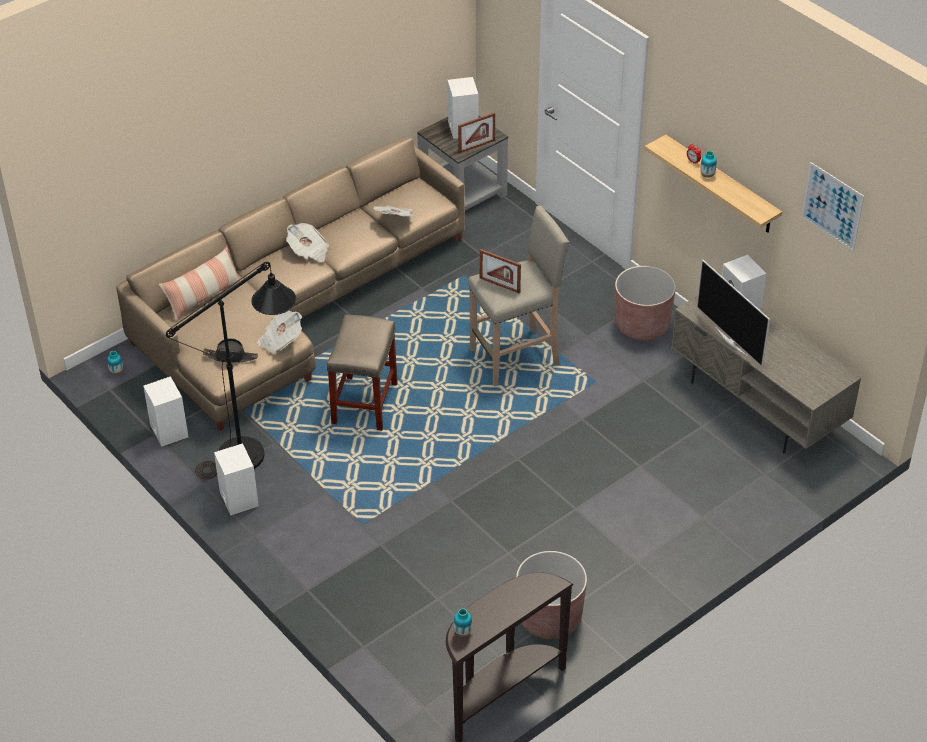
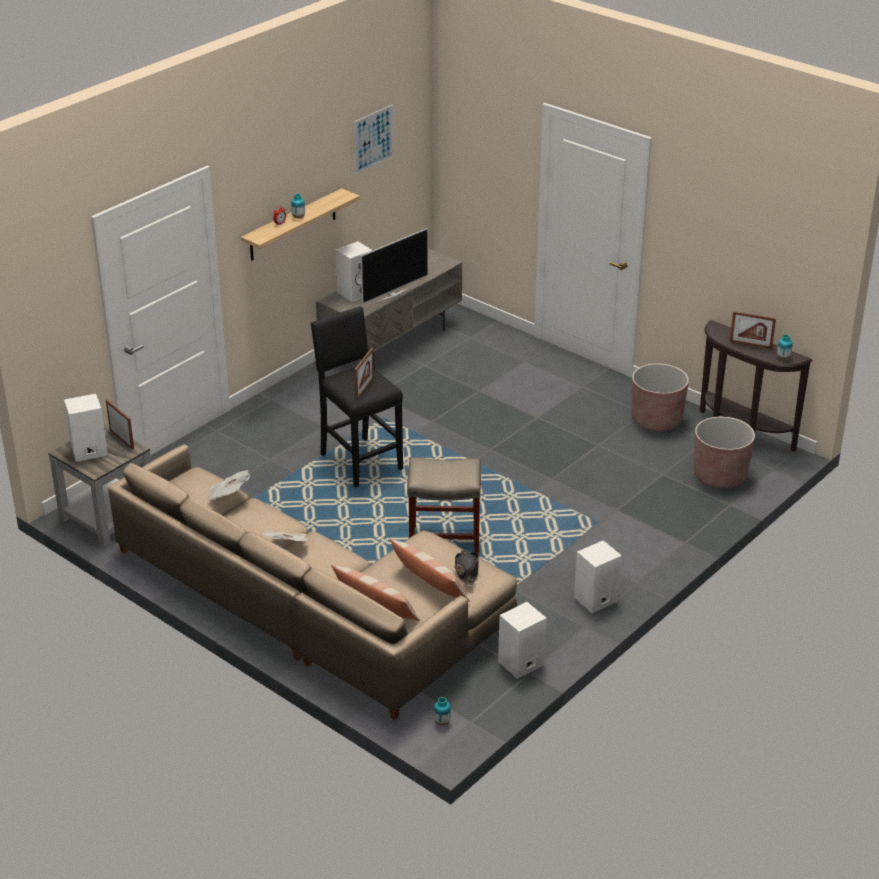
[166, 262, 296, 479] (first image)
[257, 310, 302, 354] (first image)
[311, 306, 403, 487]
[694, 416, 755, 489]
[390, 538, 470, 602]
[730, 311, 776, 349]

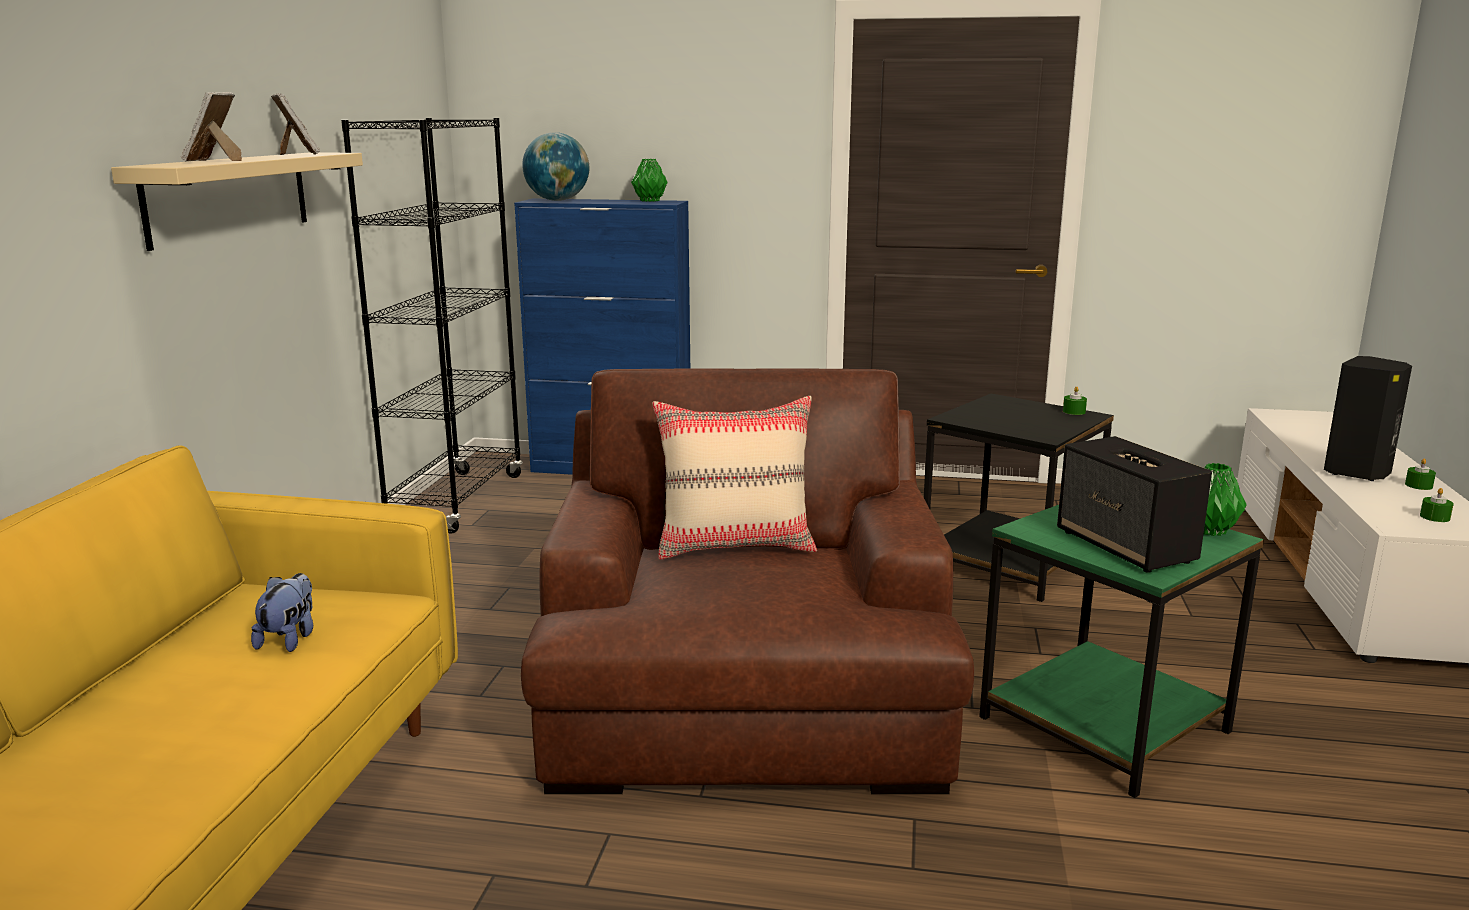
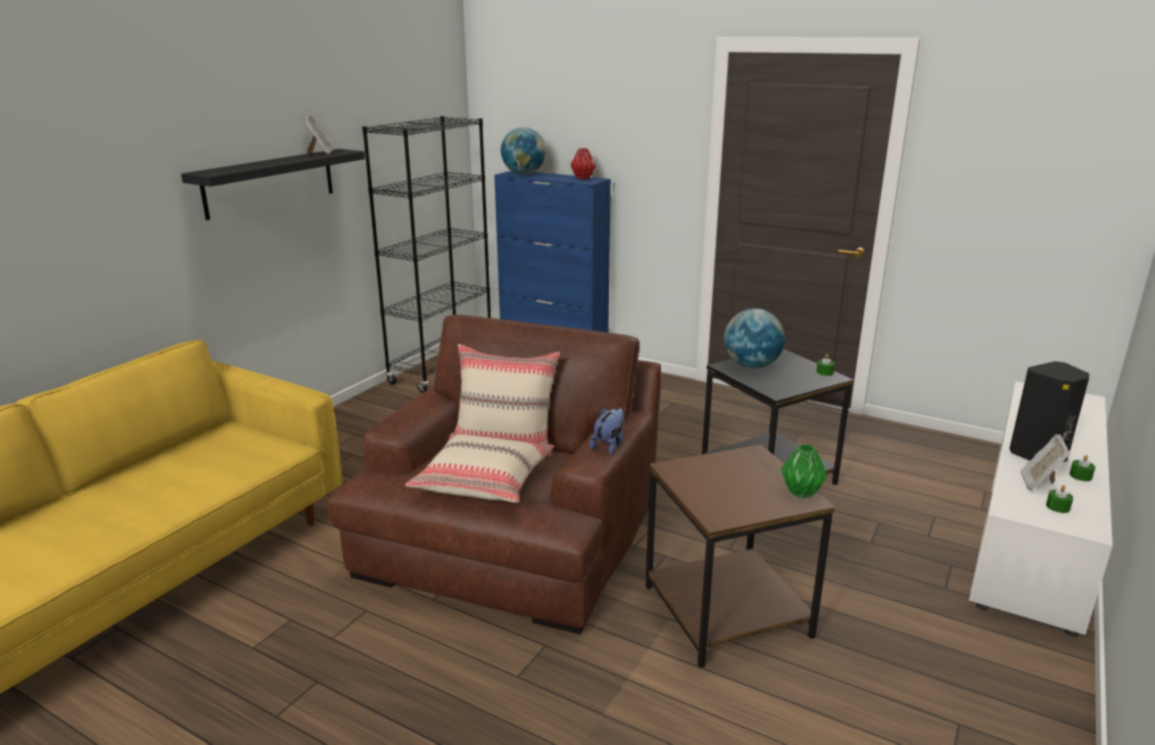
[181, 149, 365, 220]
[1021, 434, 1070, 491]
[589, 407, 625, 455]
[571, 148, 596, 179]
[645, 444, 835, 668]
[1057, 436, 1212, 573] (first image)
[405, 432, 554, 503]
[724, 309, 785, 368]

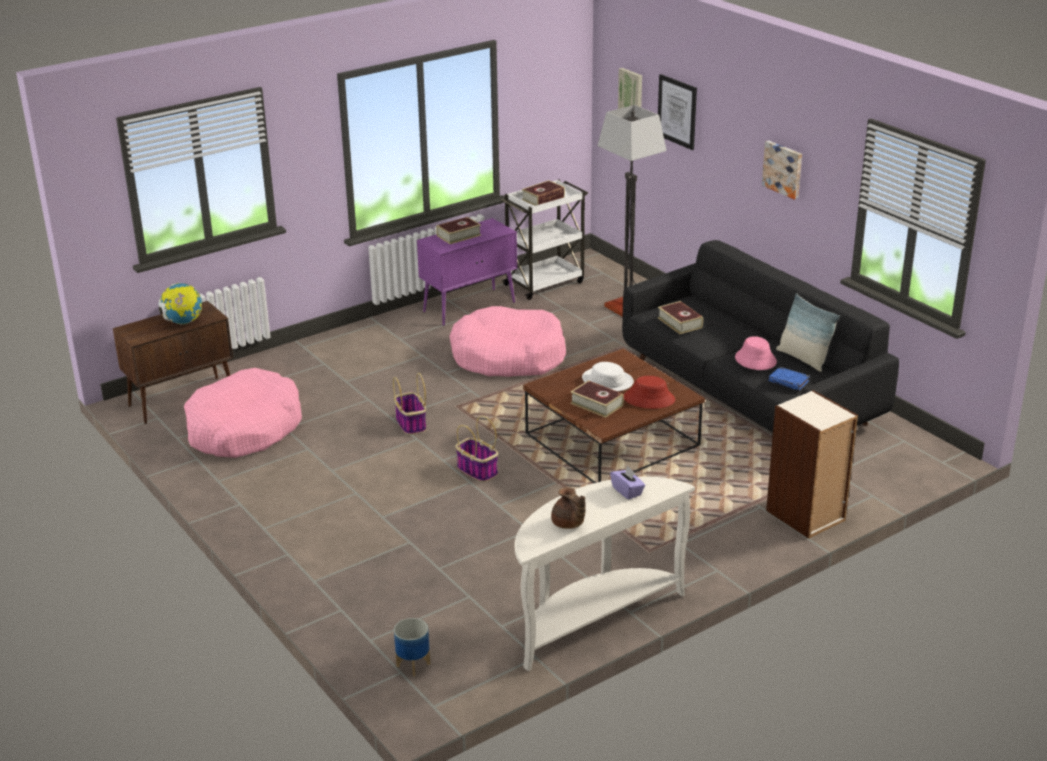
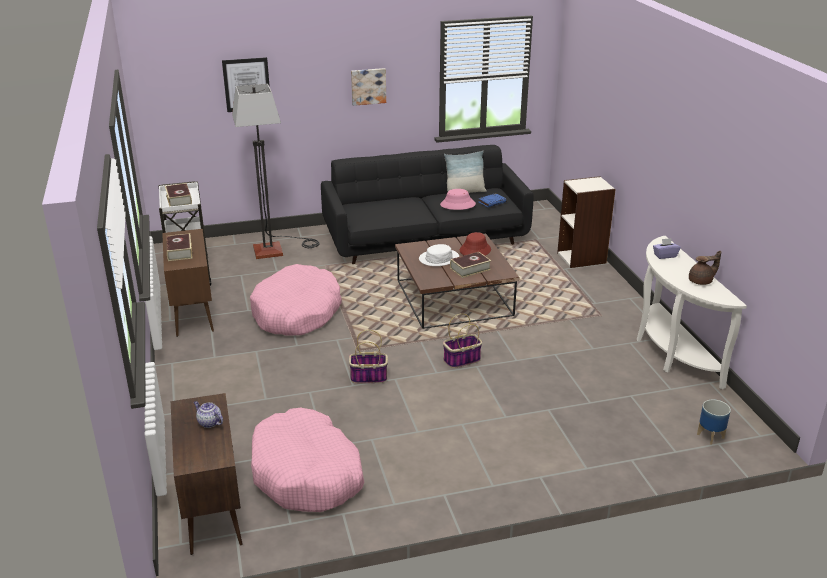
[194, 401, 223, 428]
[162, 229, 214, 337]
[618, 68, 642, 109] (first image)
[658, 301, 703, 334] (first image)

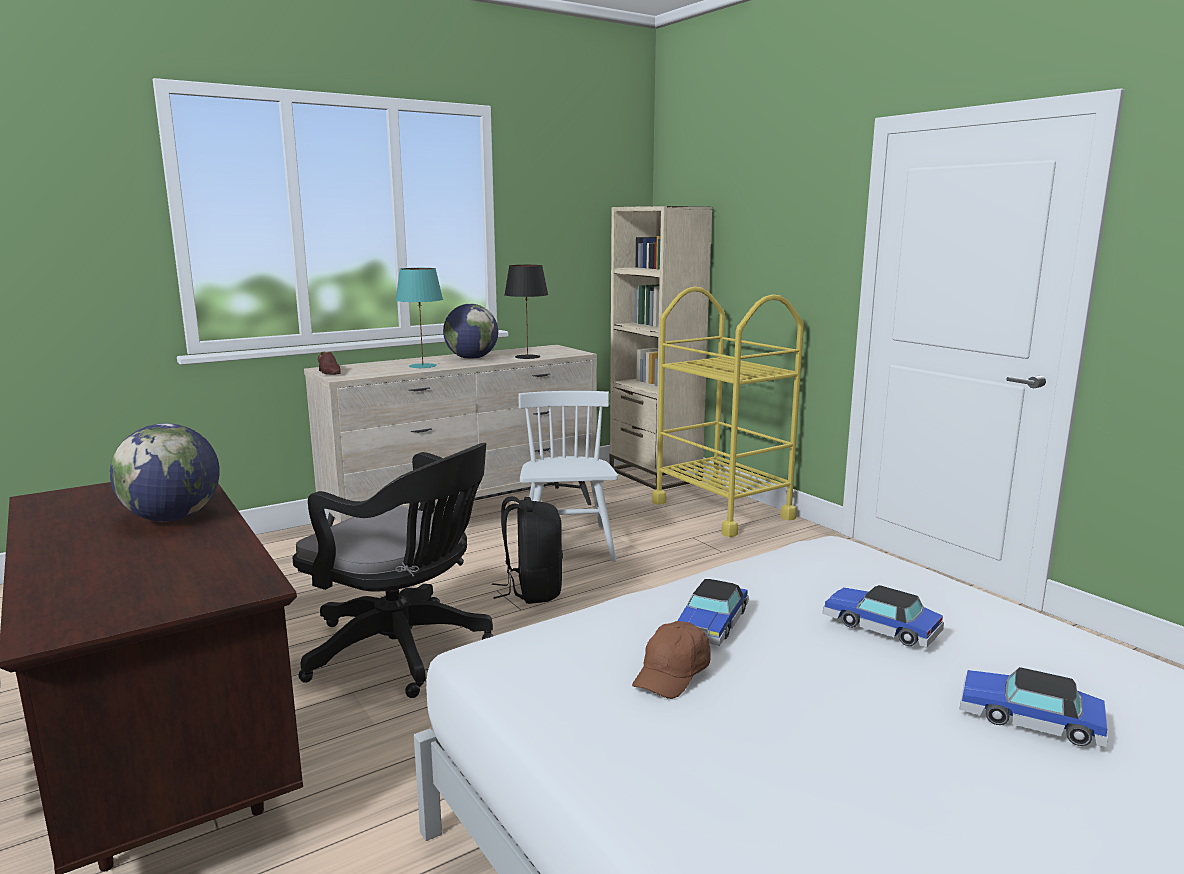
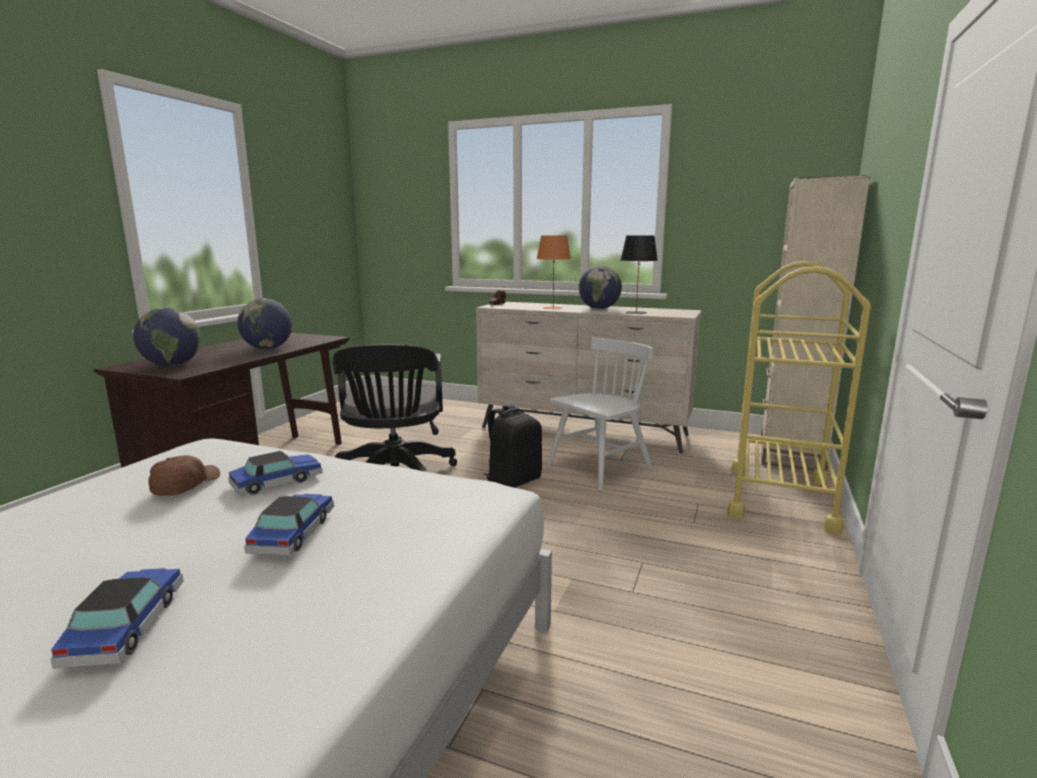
[537, 235, 571, 309]
[149, 455, 220, 496]
[228, 451, 323, 495]
[133, 308, 201, 366]

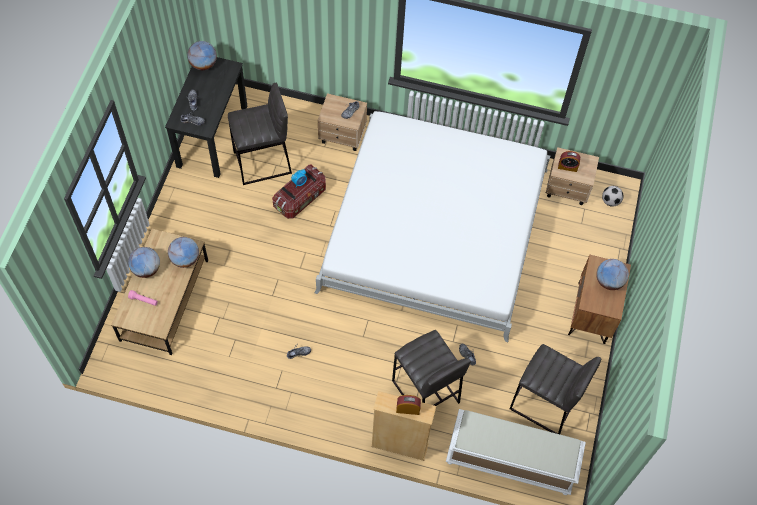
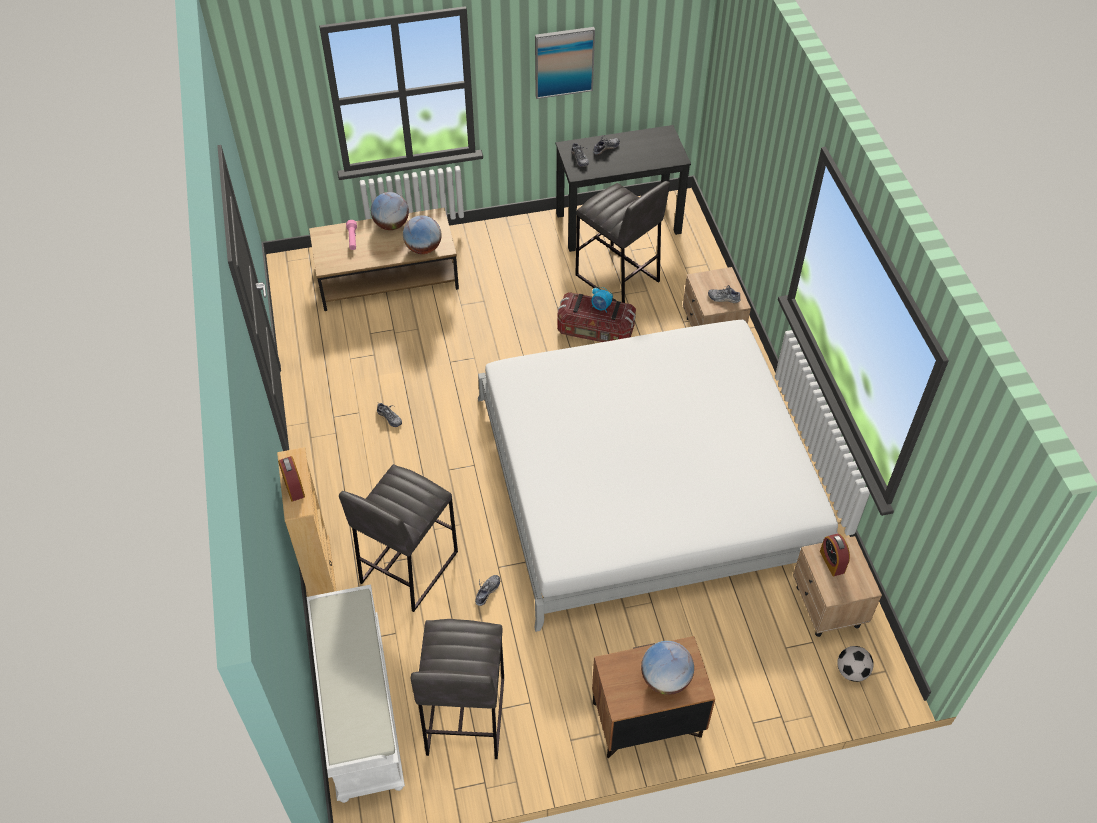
[187, 41, 217, 70] (first image)
[535, 27, 595, 99]

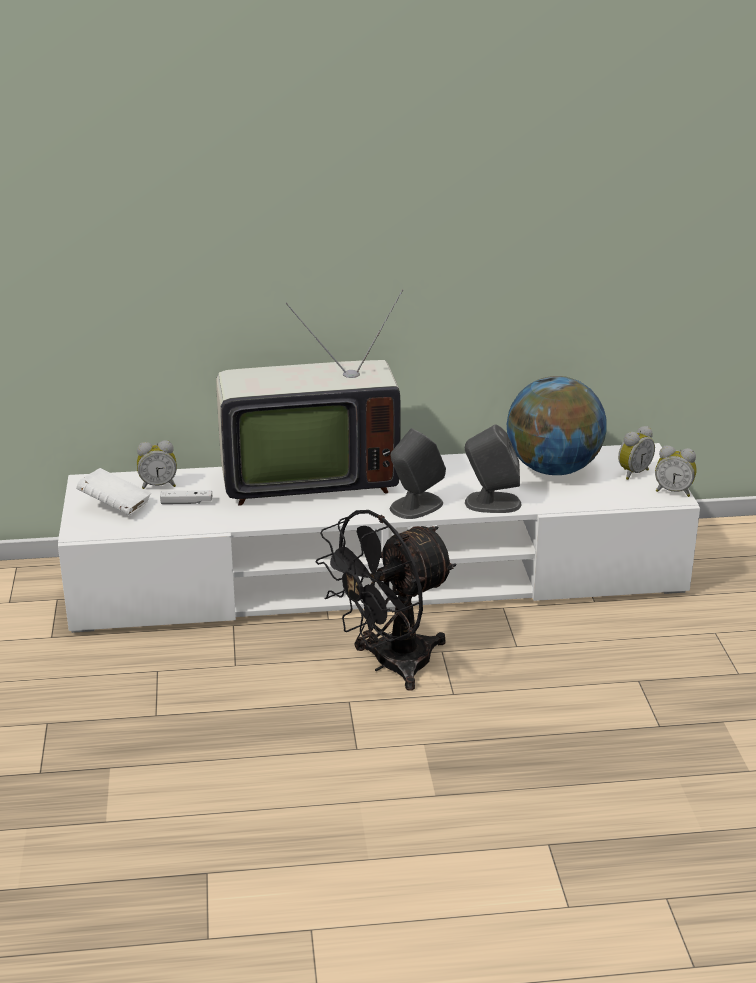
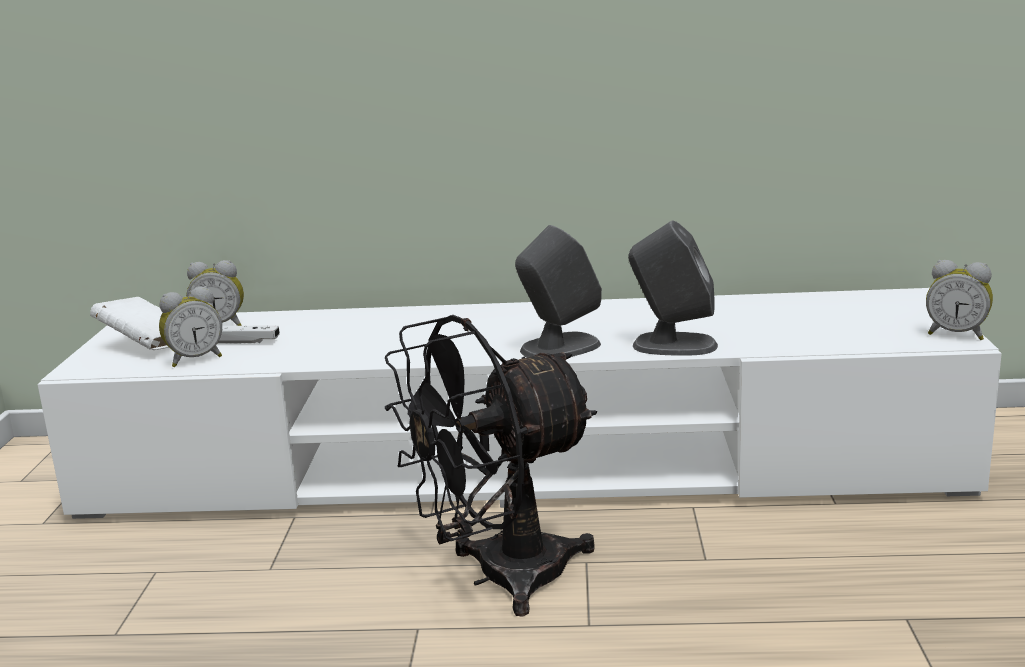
[216, 289, 403, 506] (first image)
[507, 376, 607, 475] (first image)
[159, 286, 222, 367]

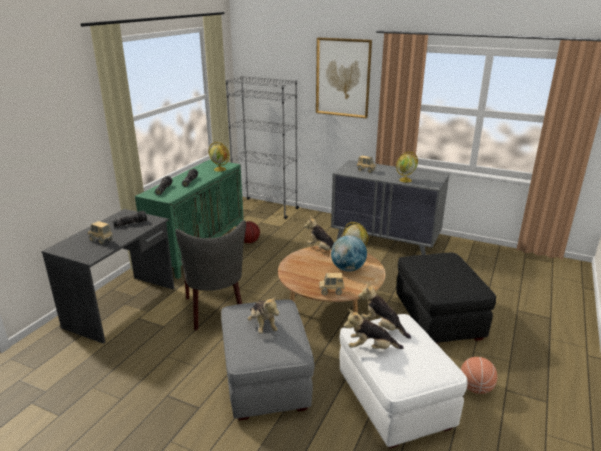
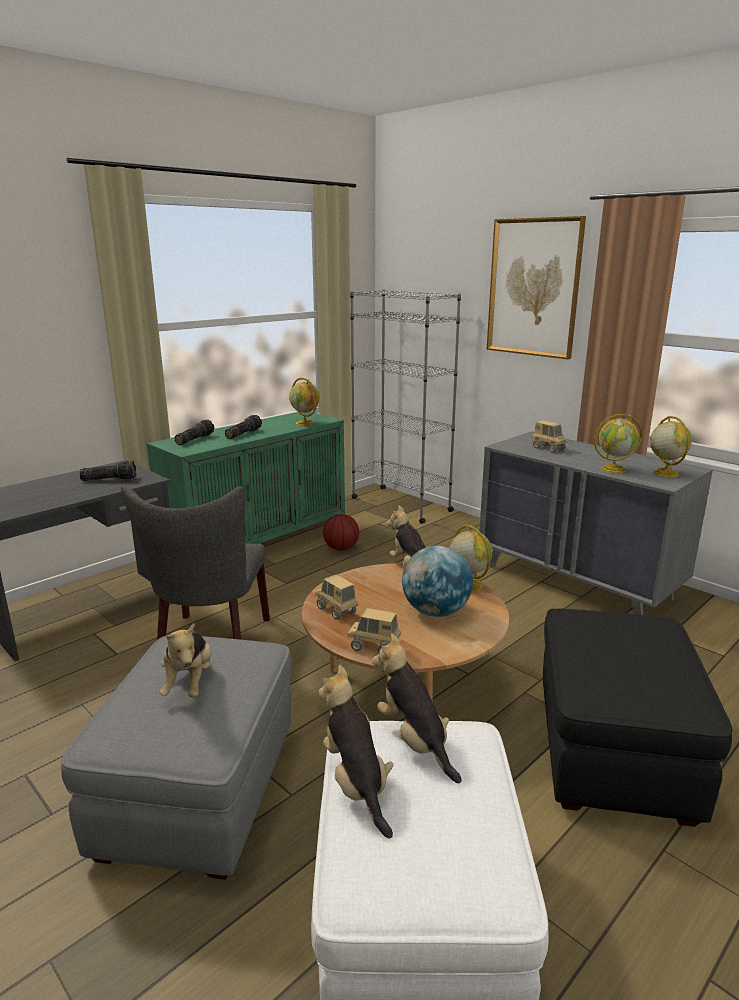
[315, 574, 358, 620]
[318, 665, 394, 838]
[461, 357, 497, 394] (first image)
[650, 416, 692, 477]

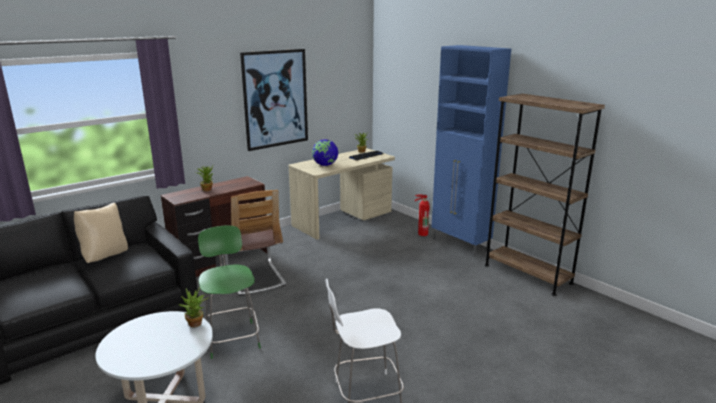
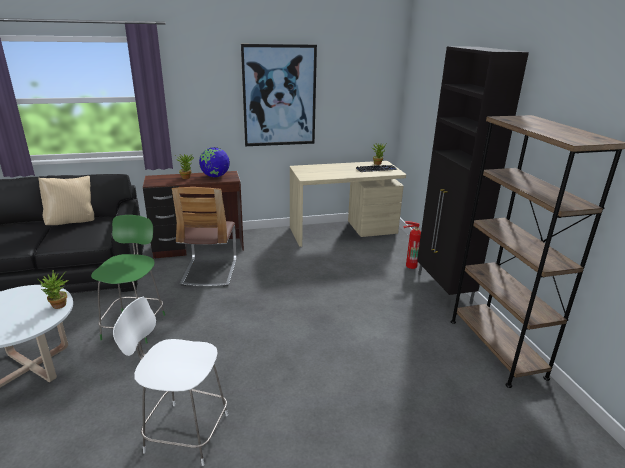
[199, 147, 230, 177]
[417, 46, 529, 307]

